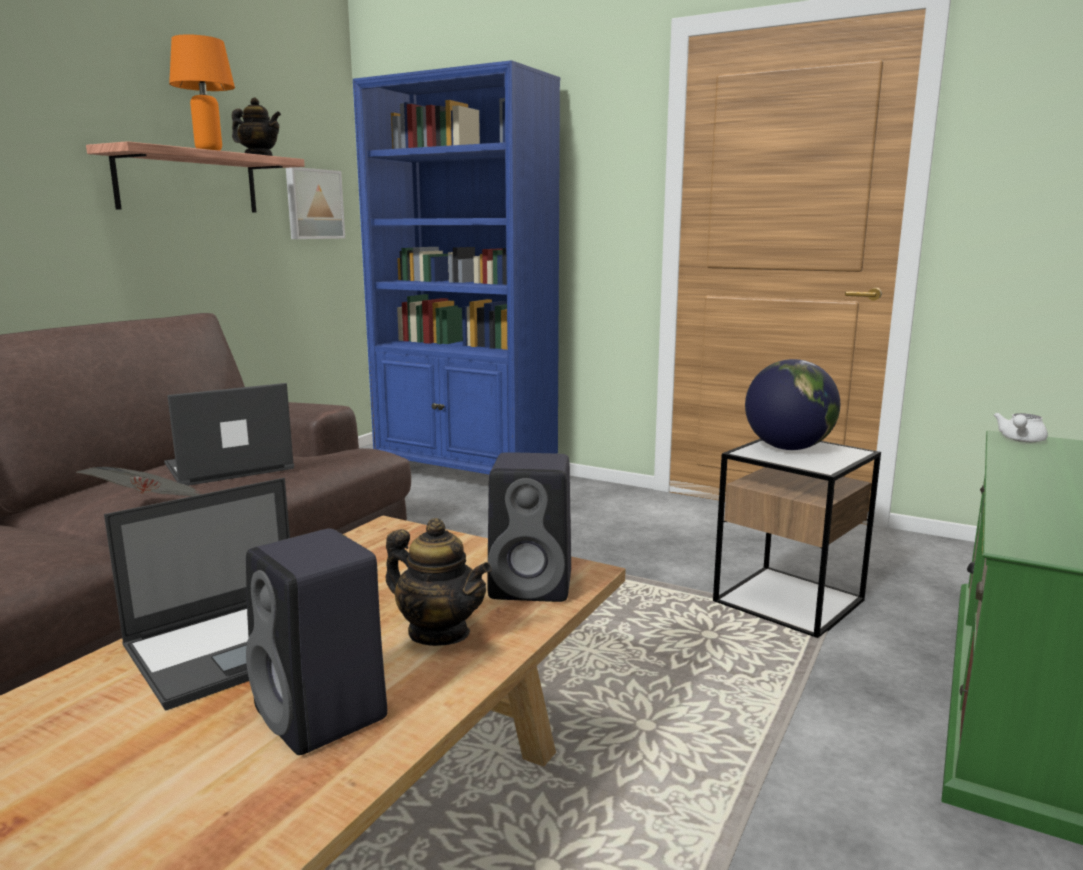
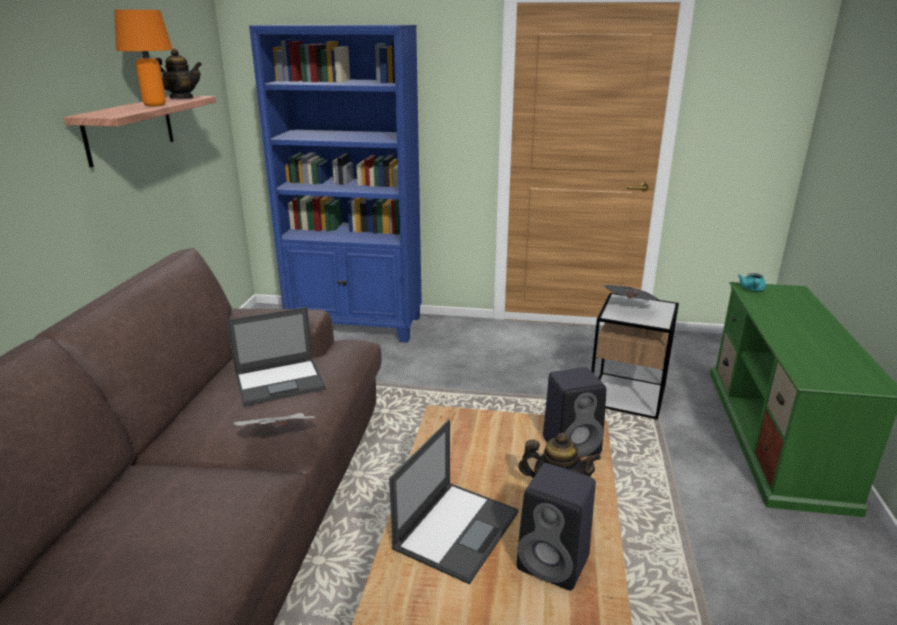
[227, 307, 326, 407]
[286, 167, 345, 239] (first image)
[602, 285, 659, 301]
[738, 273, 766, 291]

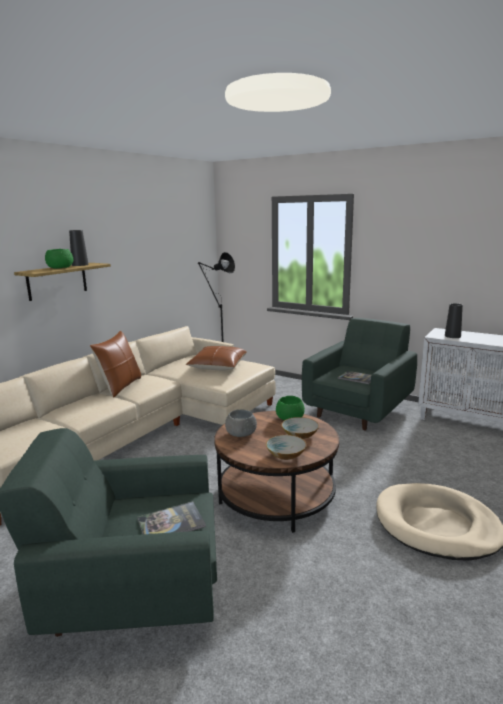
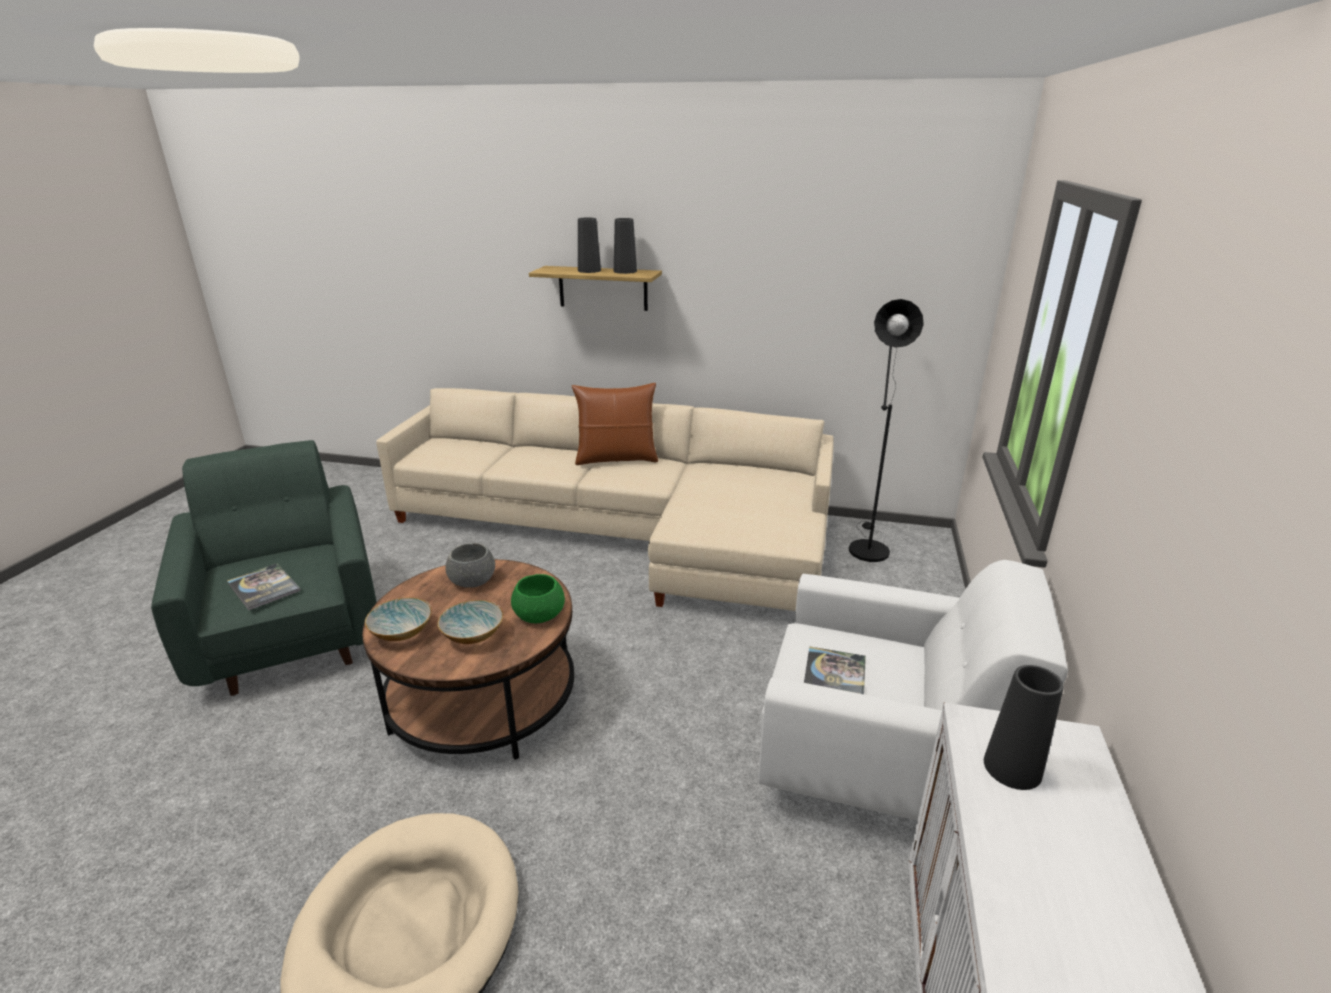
[578, 217, 601, 273]
[186, 346, 247, 370] (first image)
[758, 560, 1068, 820]

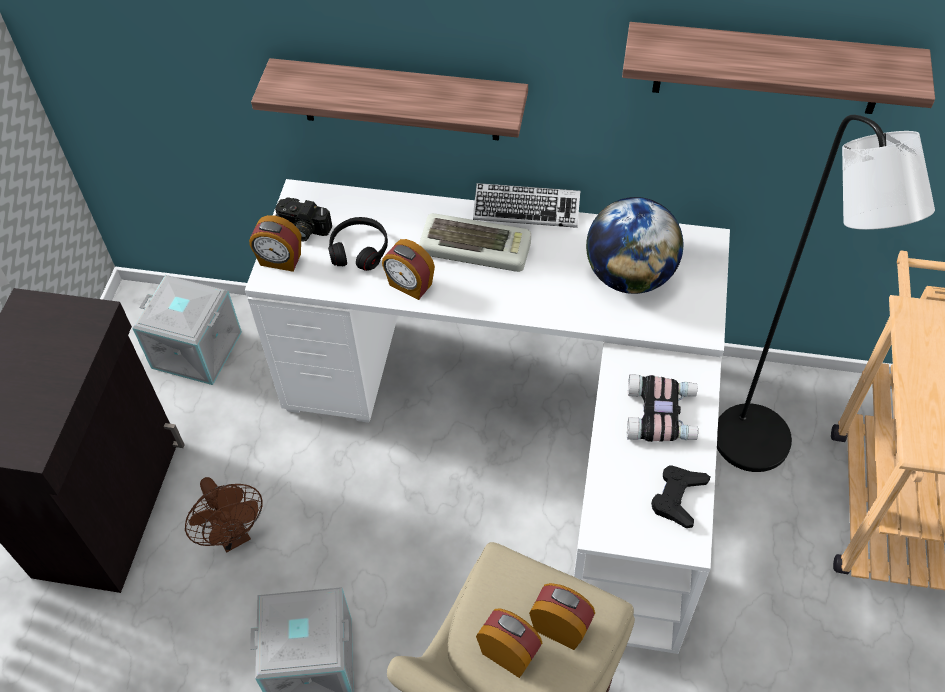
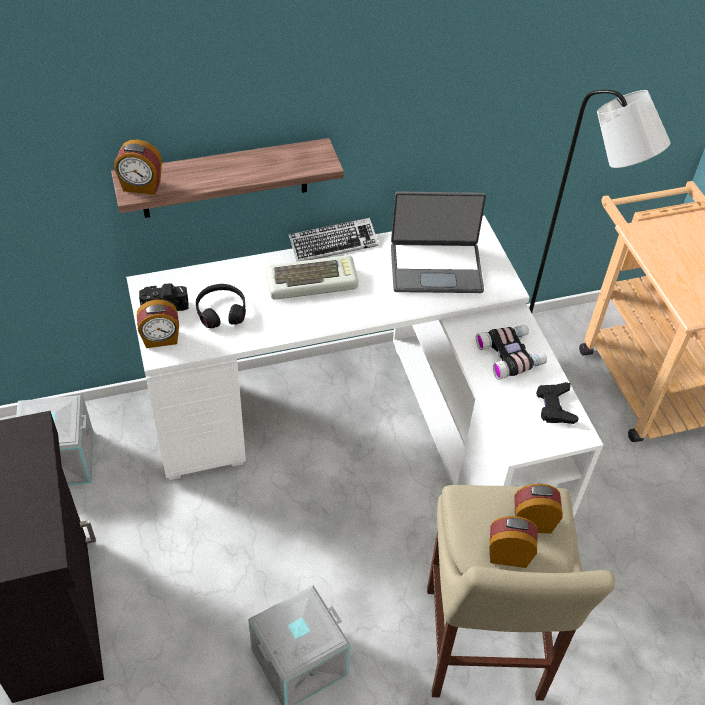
[185, 477, 262, 552] (first image)
[114, 139, 162, 195]
[391, 191, 486, 293]
[622, 22, 935, 114] (first image)

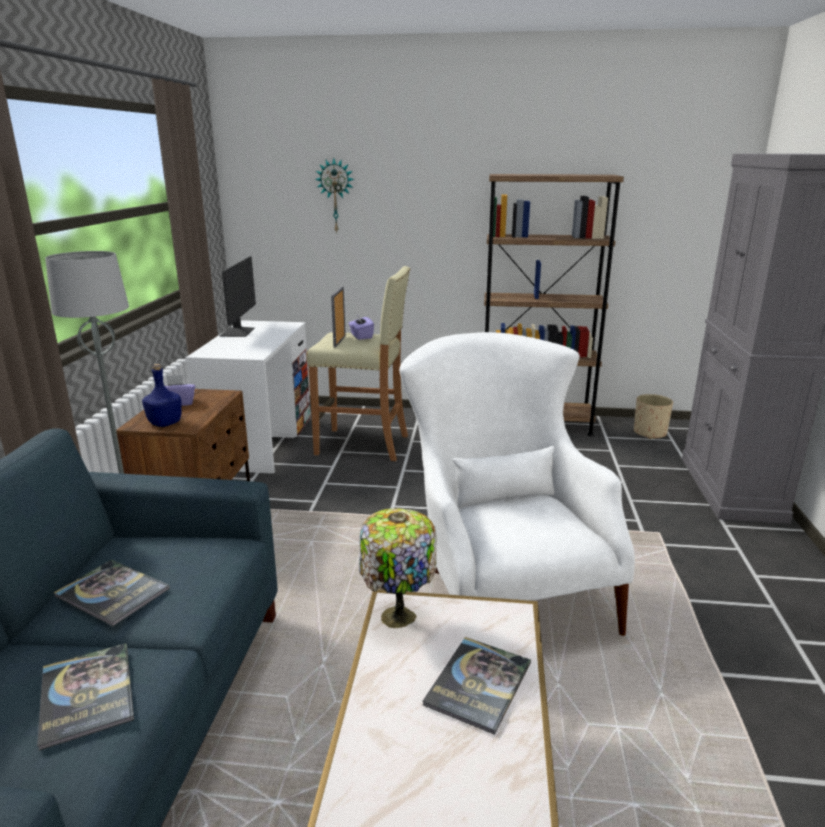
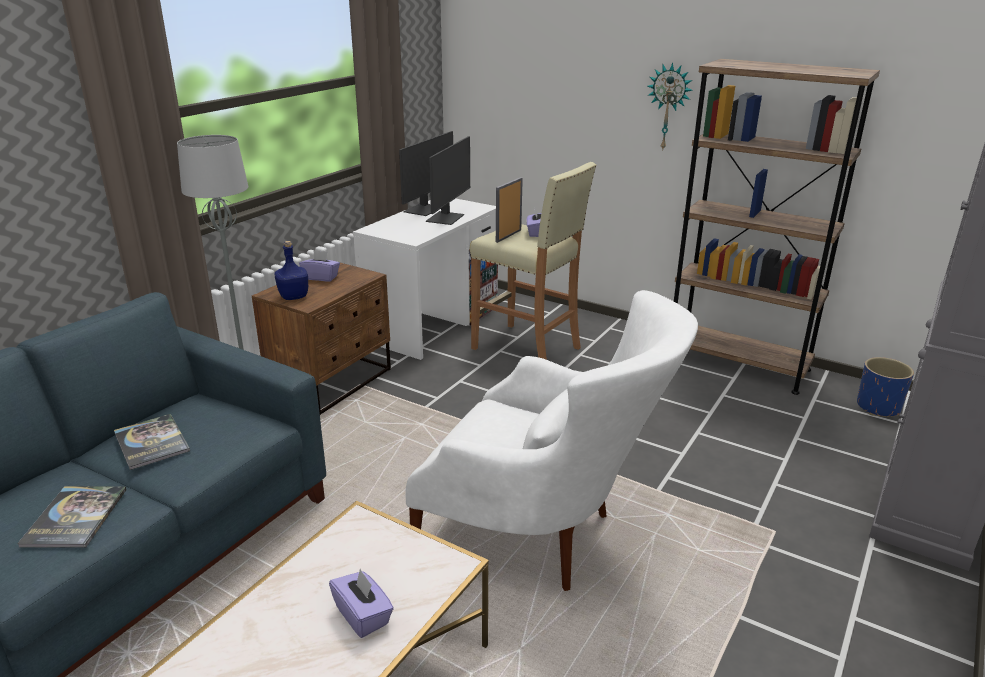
[648, 62, 693, 149]
[359, 508, 437, 628] (first image)
[406, 290, 698, 591]
[329, 569, 394, 638]
[857, 357, 914, 417]
[426, 136, 470, 225]

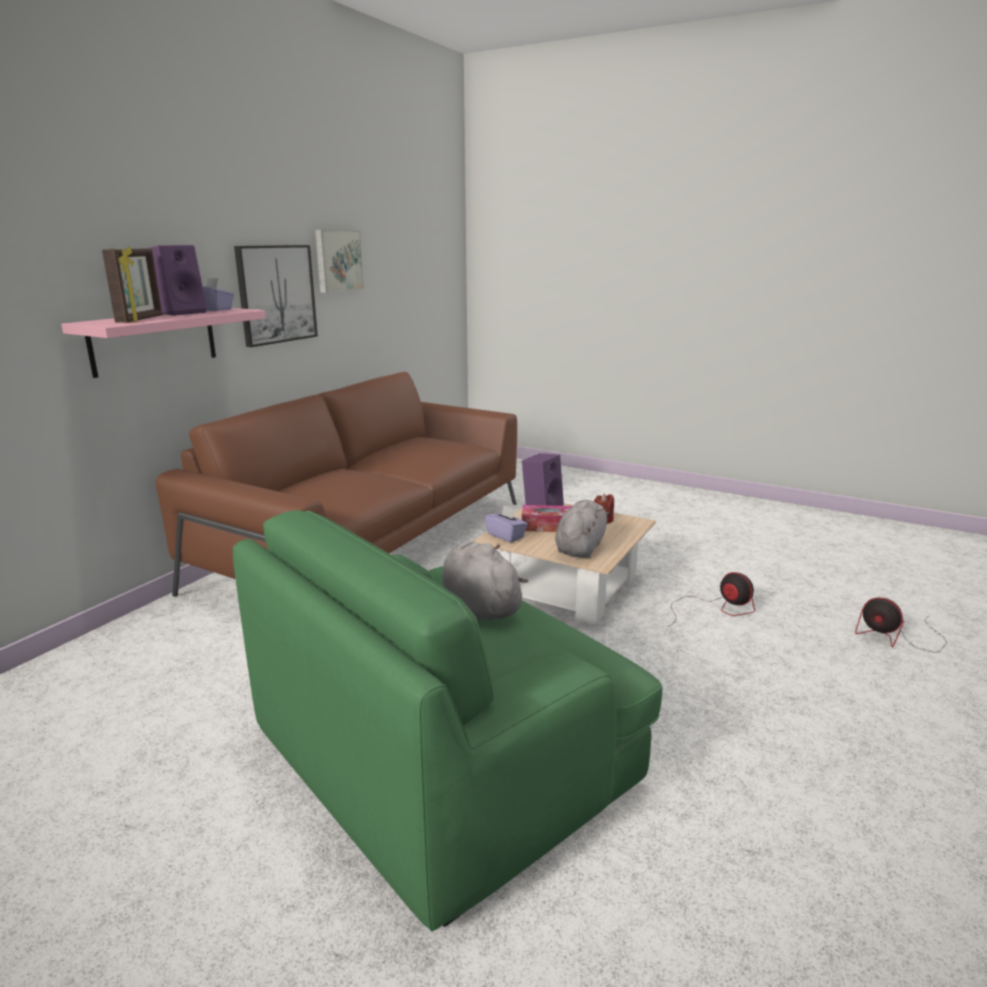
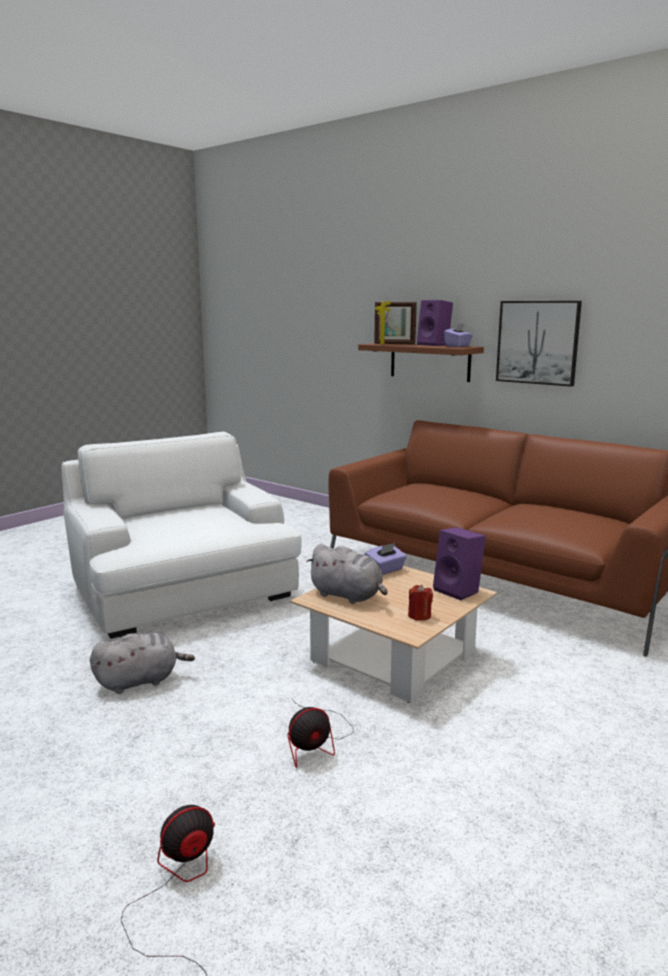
[358, 343, 484, 382]
[61, 432, 302, 639]
[315, 230, 364, 293] (first image)
[90, 633, 195, 694]
[522, 505, 572, 532] (first image)

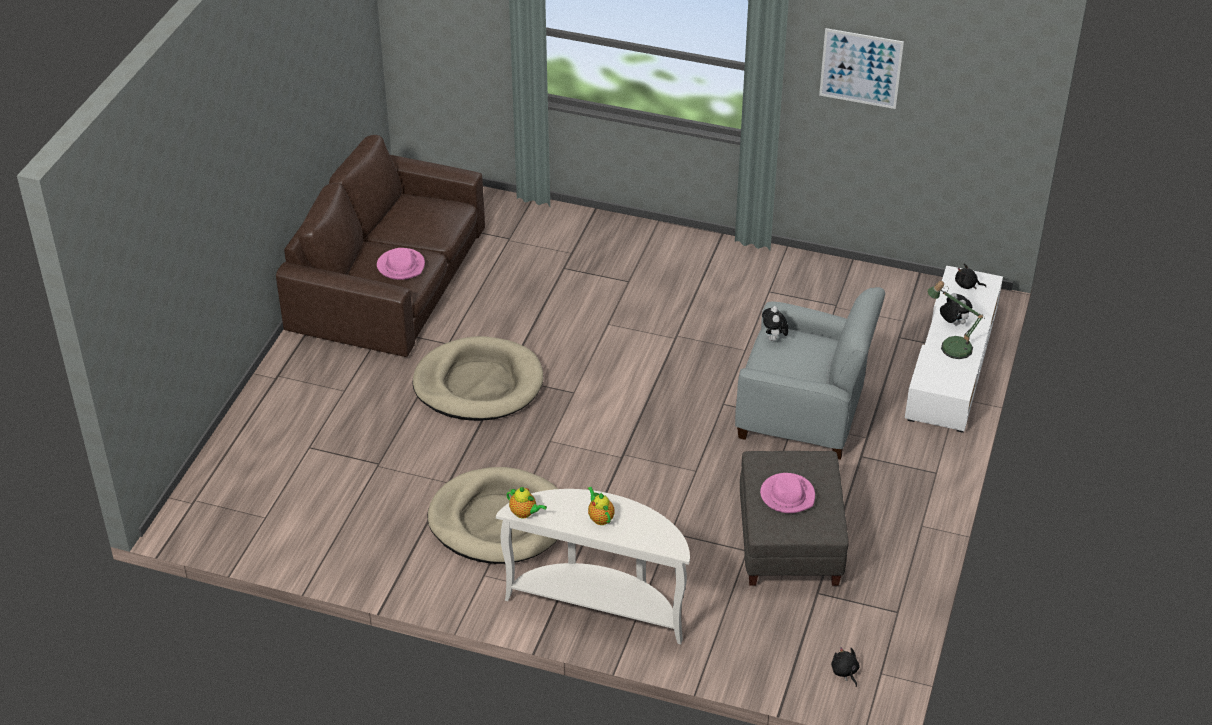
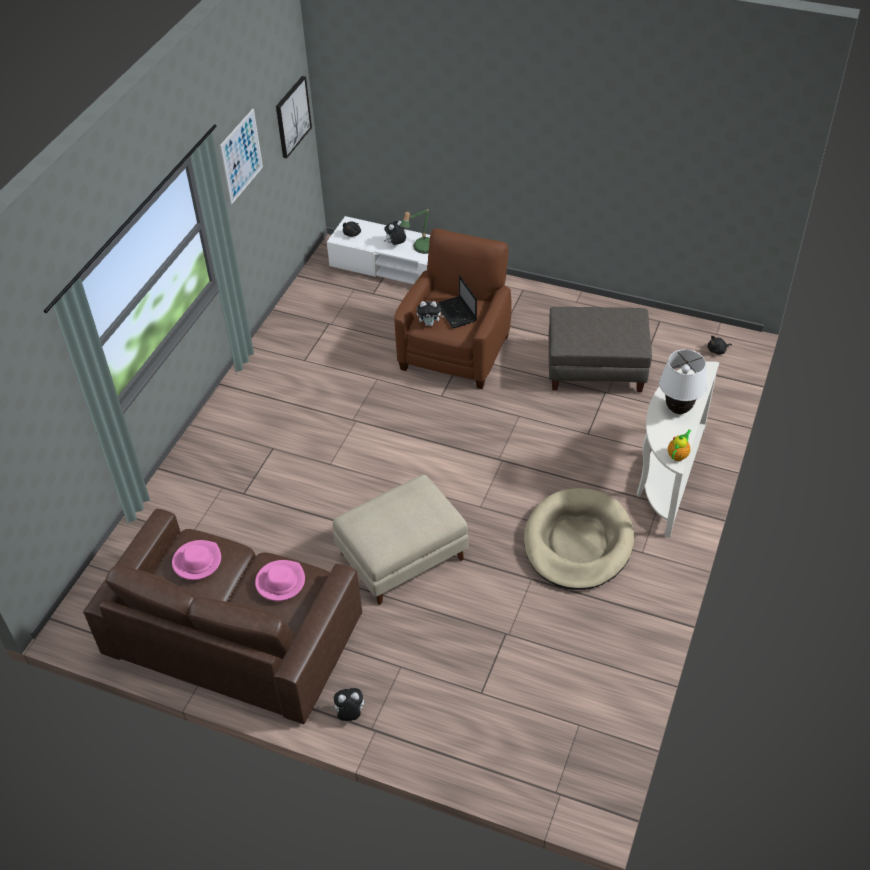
[333, 475, 469, 605]
[659, 349, 707, 414]
[394, 228, 512, 389]
[172, 540, 221, 580]
[276, 76, 312, 158]
[331, 688, 364, 721]
[436, 275, 477, 328]

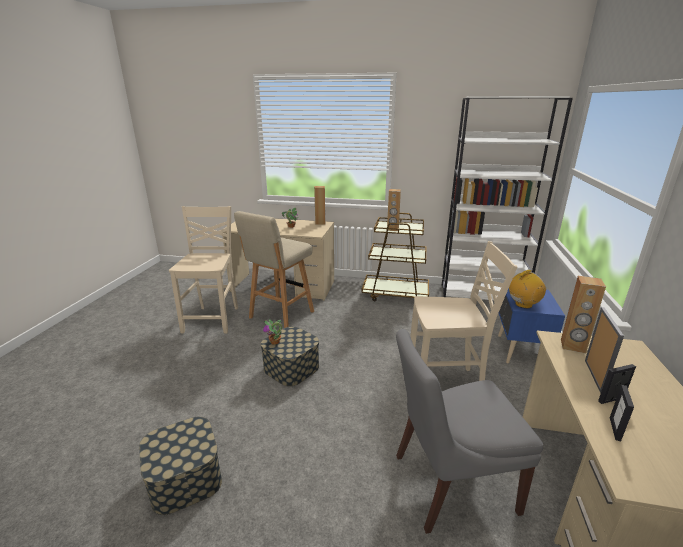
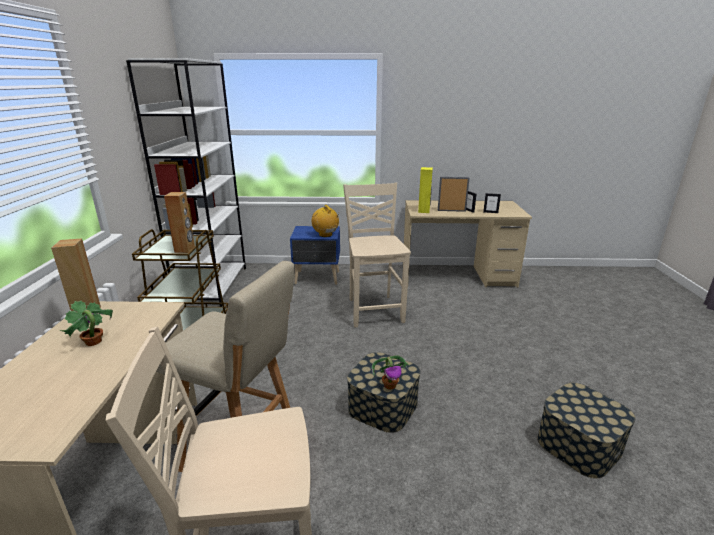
[396, 329, 543, 534] (first image)
[418, 167, 433, 213]

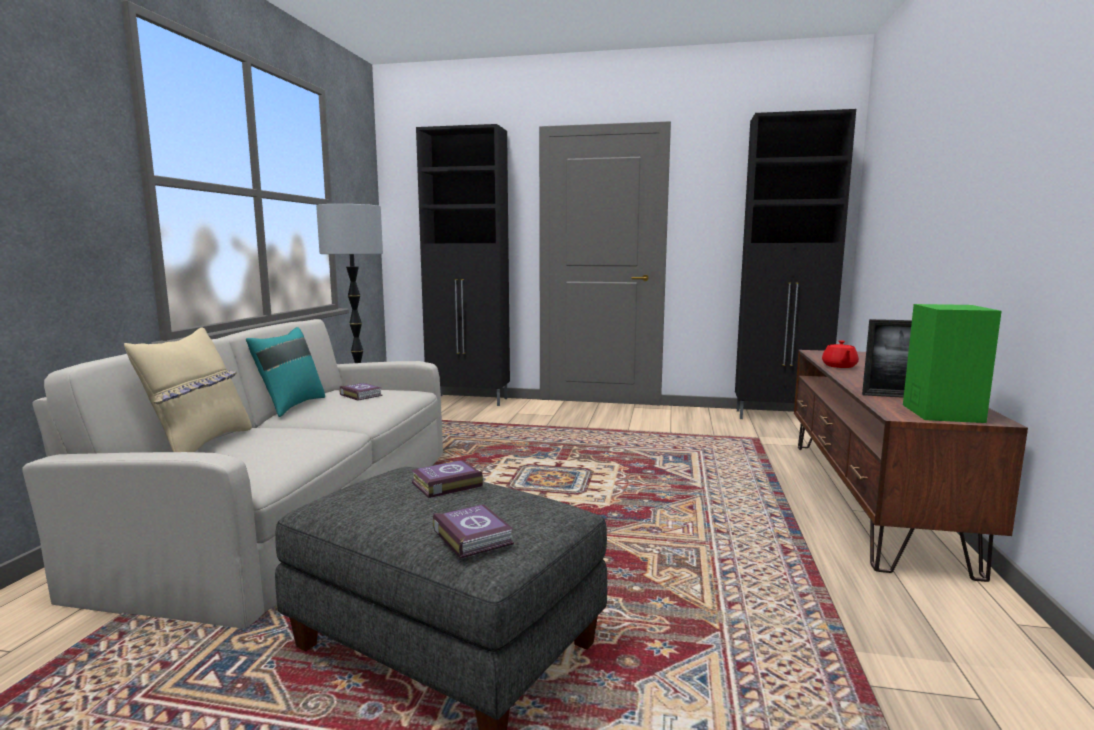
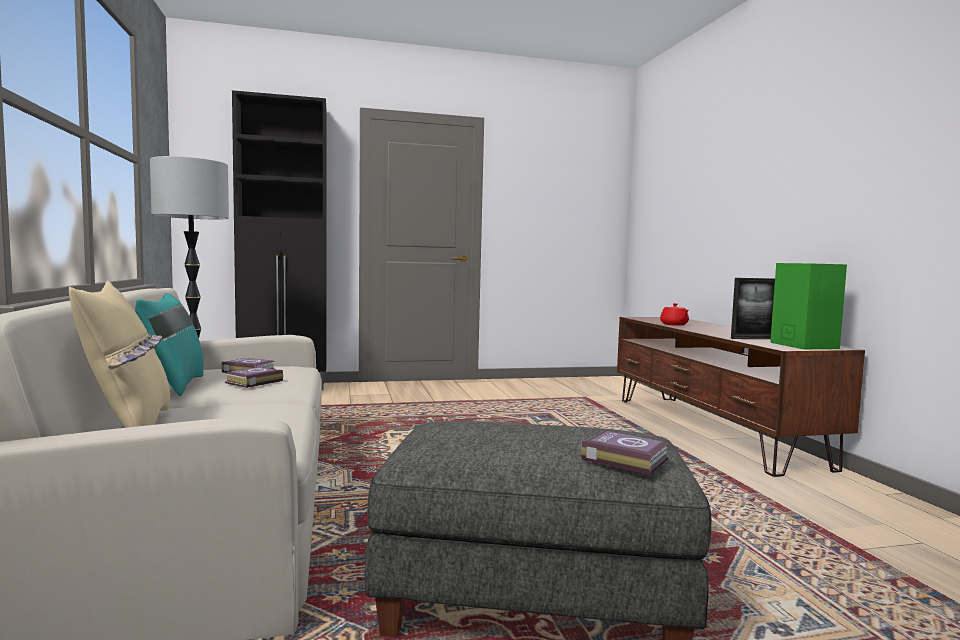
[225, 367, 283, 388]
[735, 109, 856, 419] (first image)

